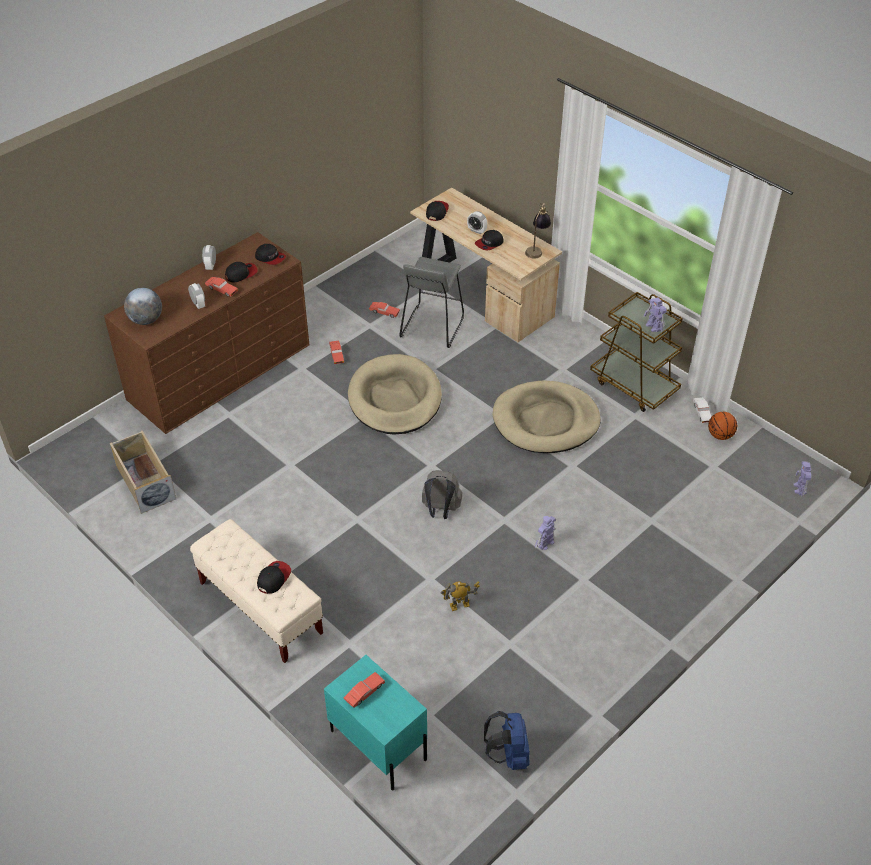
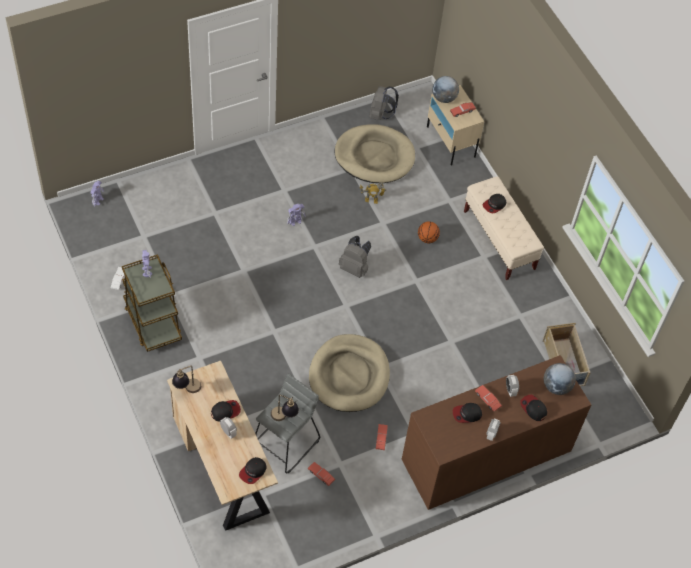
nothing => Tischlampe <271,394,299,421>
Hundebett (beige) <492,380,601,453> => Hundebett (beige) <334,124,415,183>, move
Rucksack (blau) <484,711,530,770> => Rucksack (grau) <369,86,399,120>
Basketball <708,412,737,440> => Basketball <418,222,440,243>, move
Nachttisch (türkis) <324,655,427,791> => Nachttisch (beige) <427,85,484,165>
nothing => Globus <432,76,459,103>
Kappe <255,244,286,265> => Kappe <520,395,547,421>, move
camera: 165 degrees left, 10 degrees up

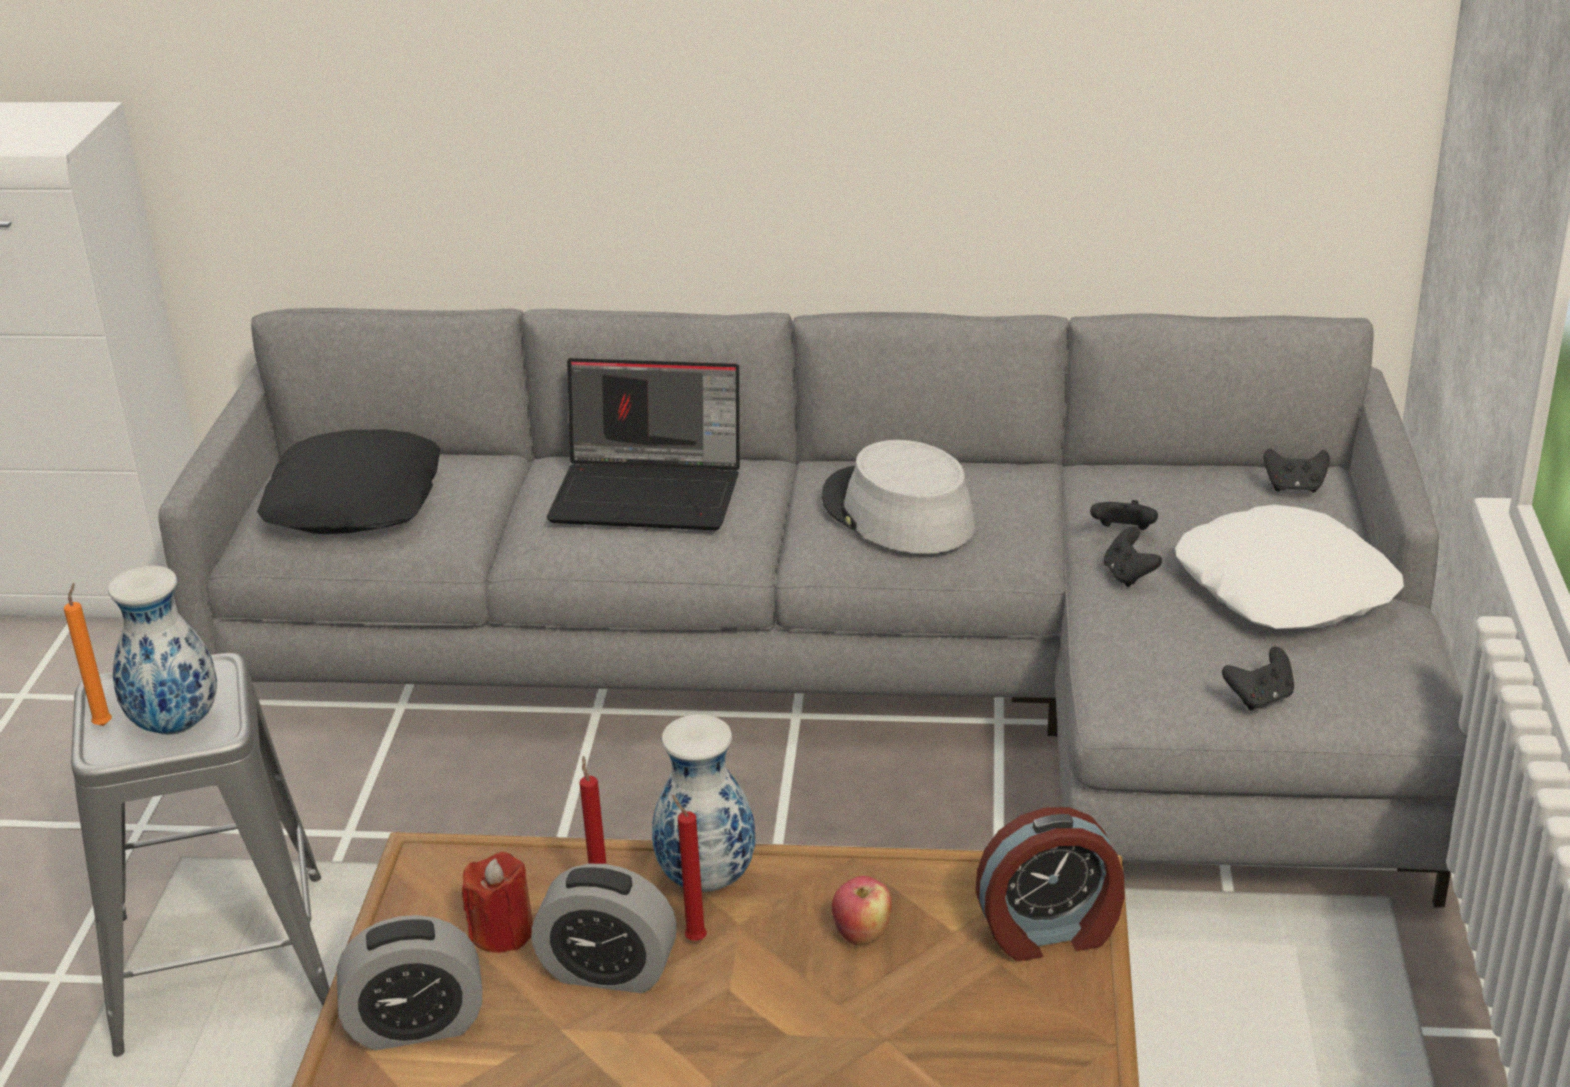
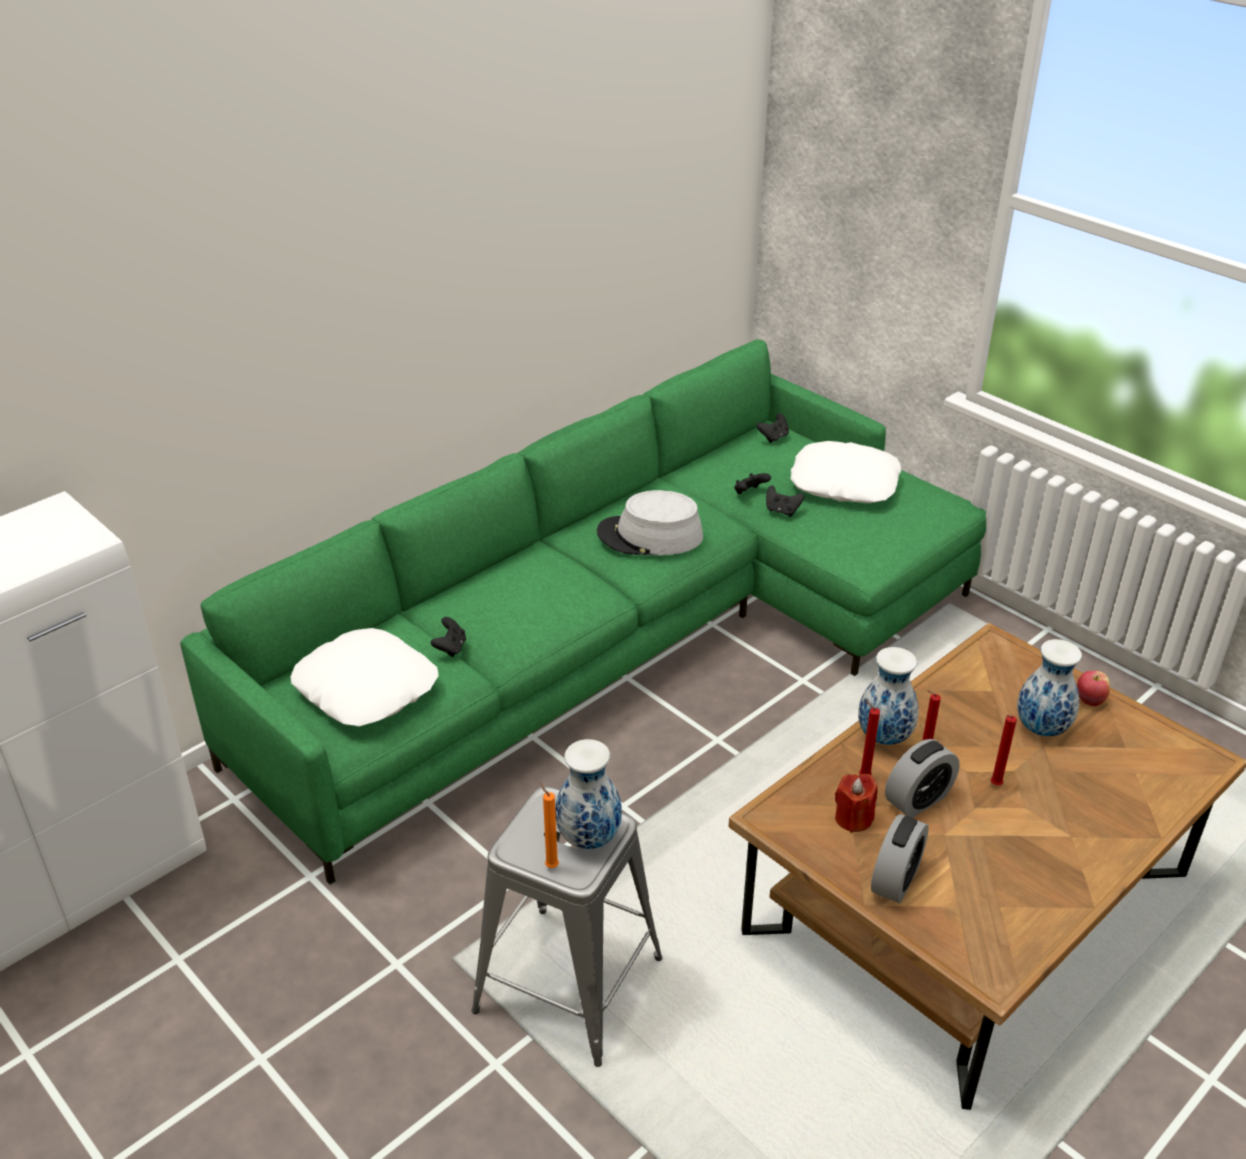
Sofa (grau) <158,308,1467,908> => Sofa (grün) <180,339,986,885>
Kissen (schwarz) <257,429,441,534> => Kissen (weiß) <290,628,438,726>
Gamepad (schwarz) <1222,647,1294,711> => Gamepad (schwarz) <431,617,466,657>, move
nothing => Kerze (rot) <991,715,1017,786>
nothing => Vase <1017,639,1082,736>
Apfel <832,876,892,945> => Apfel <1077,670,1110,706>, move
Laptop <546,358,740,530> => nothing
Wecker <976,807,1125,961> => nothing
camera: 50 degrees left, 5 degrees up

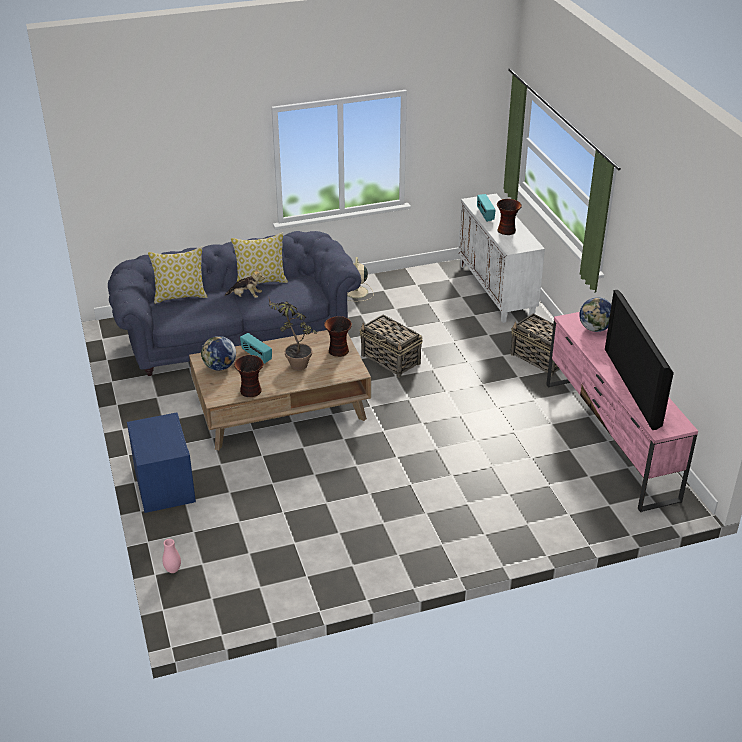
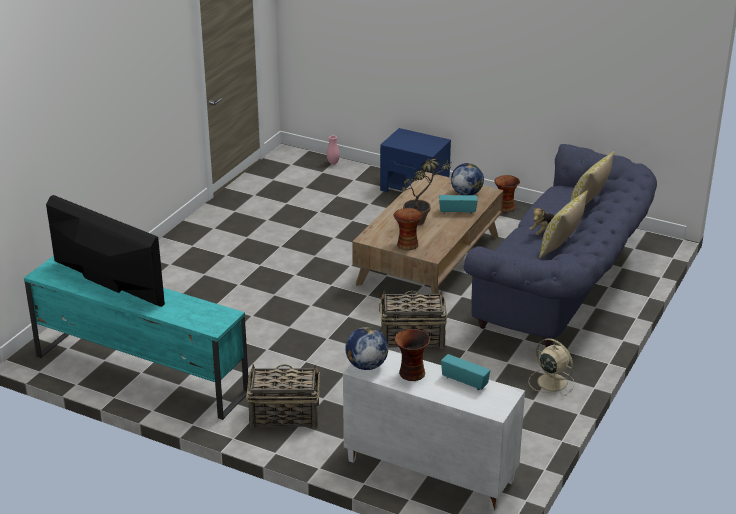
Fernsehschrank (rosa) <546,312,698,512> => Fernsehschrank (türkis) <24,256,248,420>
Globus <579,297,612,332> => Globus <345,327,388,370>, move
Vase <234,355,264,397> => Vase <495,175,520,212>, move
camera: 135 degrees right, 5 degrees down

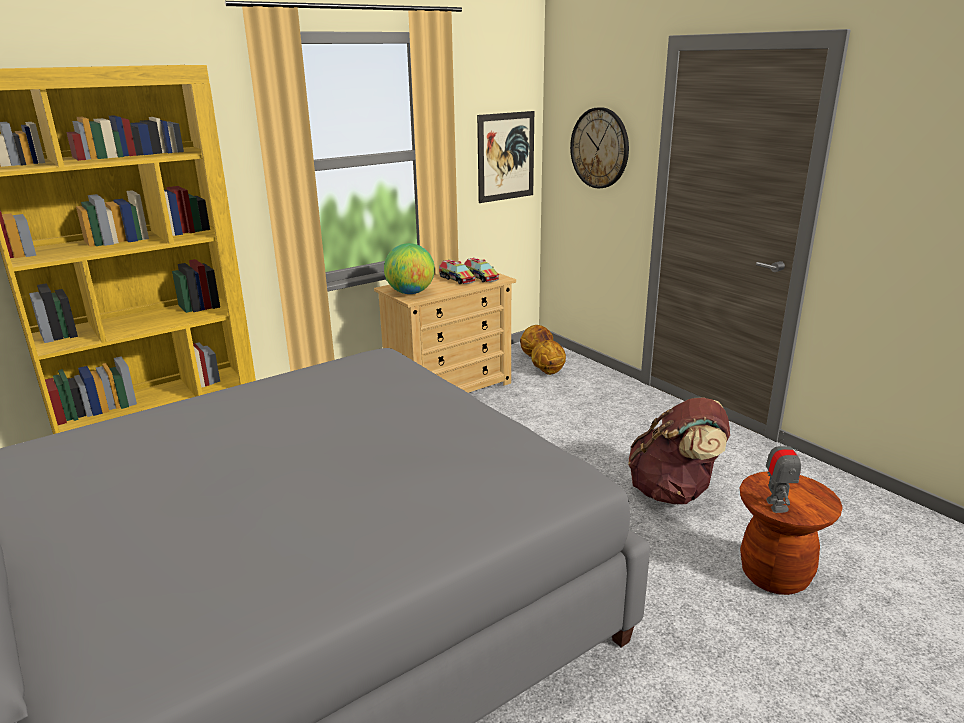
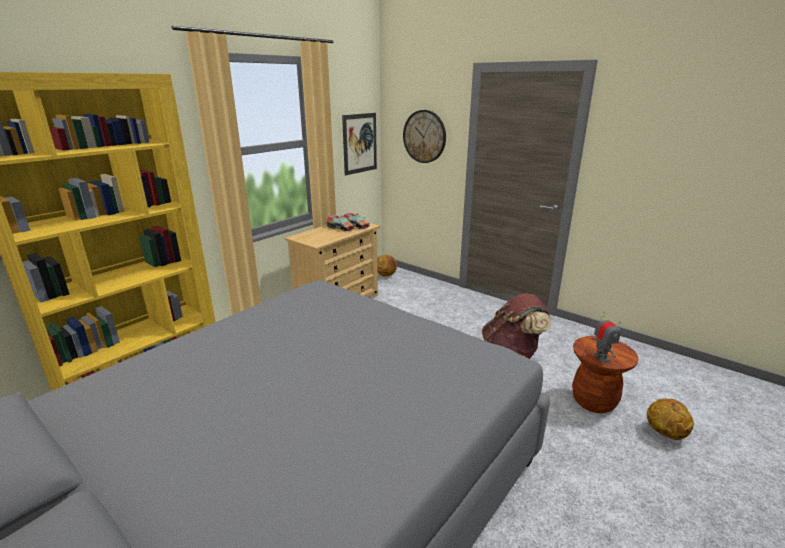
Basketball <531,340,566,375> => Basketball <647,399,694,440>, move
Globus <384,243,435,294> => nothing
camera: 15 degrees left, 0 degrees up

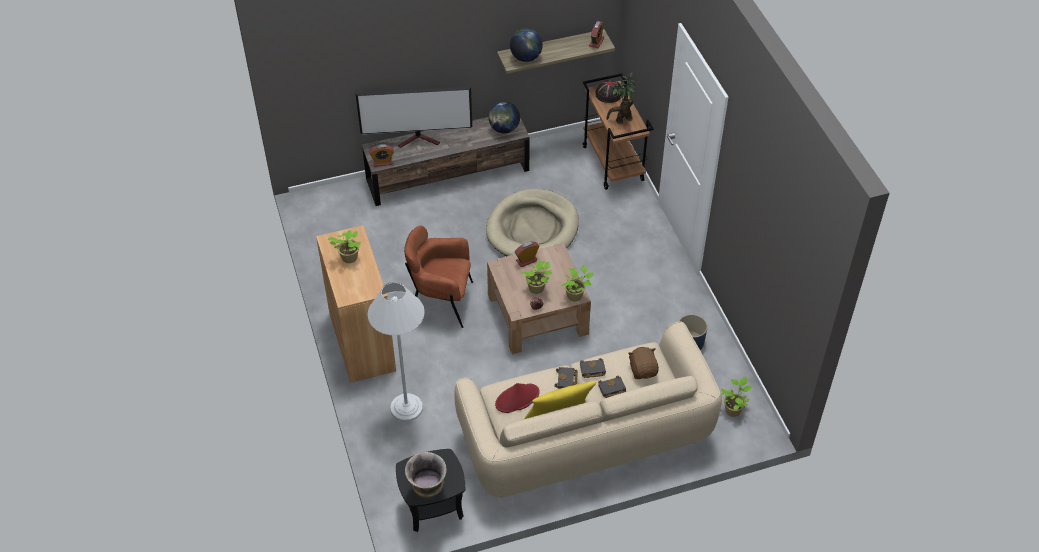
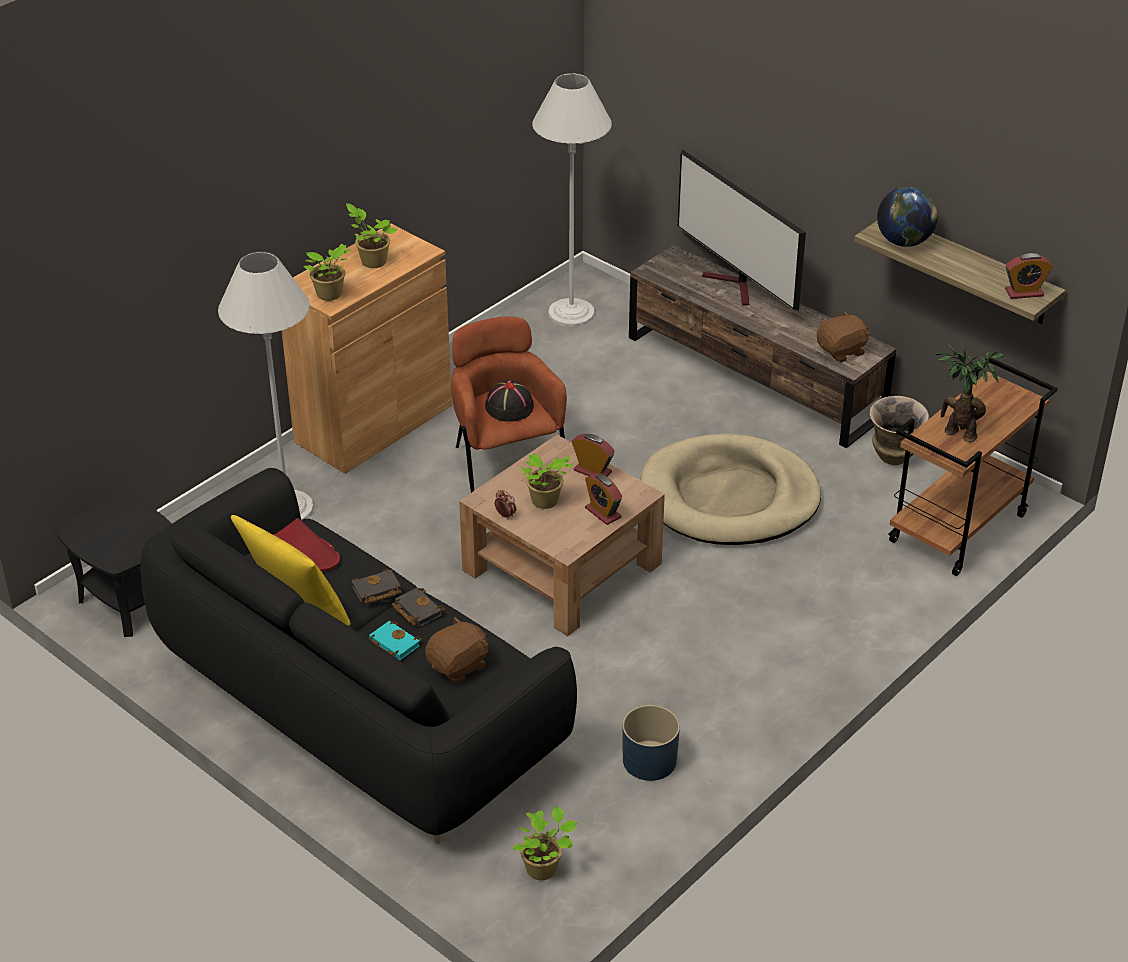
Sofa (beige) <454,321,722,498> => Sofa (schwarz) <140,468,577,844>
Topfpflanze <561,265,594,301> => Topfpflanze <303,244,351,301>, move
Buch (schwarz) <598,376,626,398> => Buch (türkis) <369,621,422,660>
Hut (schwarz) <595,80,620,103> => Hut (schwarz) <485,380,534,422>, move
nothing => Stehlampe (weiß) <532,73,612,327>
Wecker <369,144,394,167> => Wecker <585,473,622,525>, move
Globus <489,102,520,134> => Plüschtier (braun) <817,311,869,363>
Vase <405,452,446,498> => Vase <870,396,929,465>, move
camera: 60 degrees right, 10 degrees down

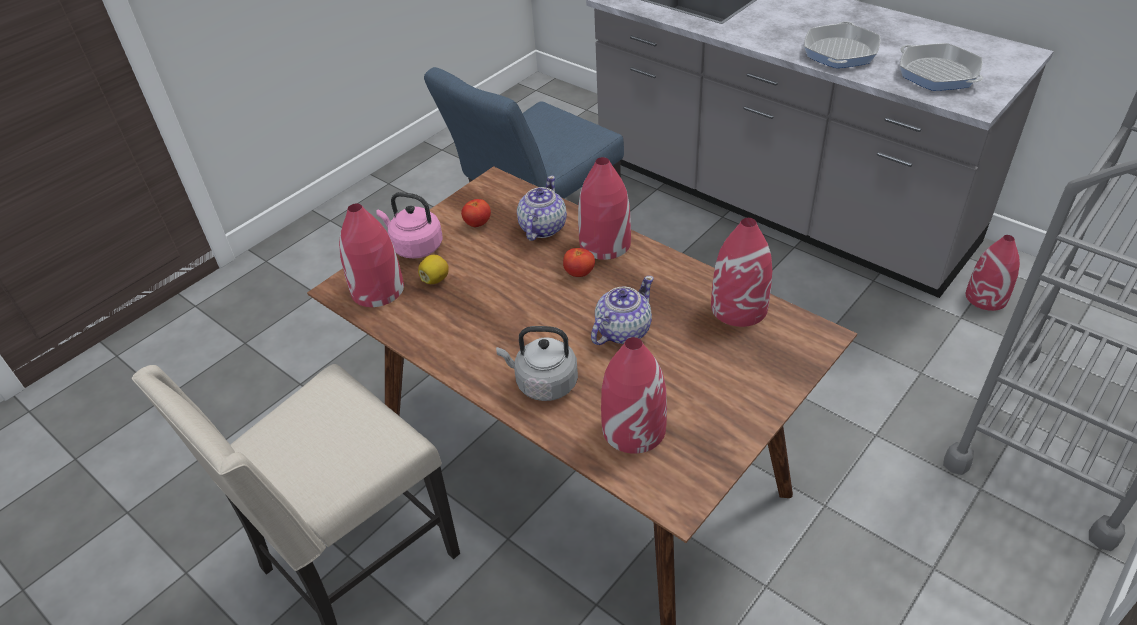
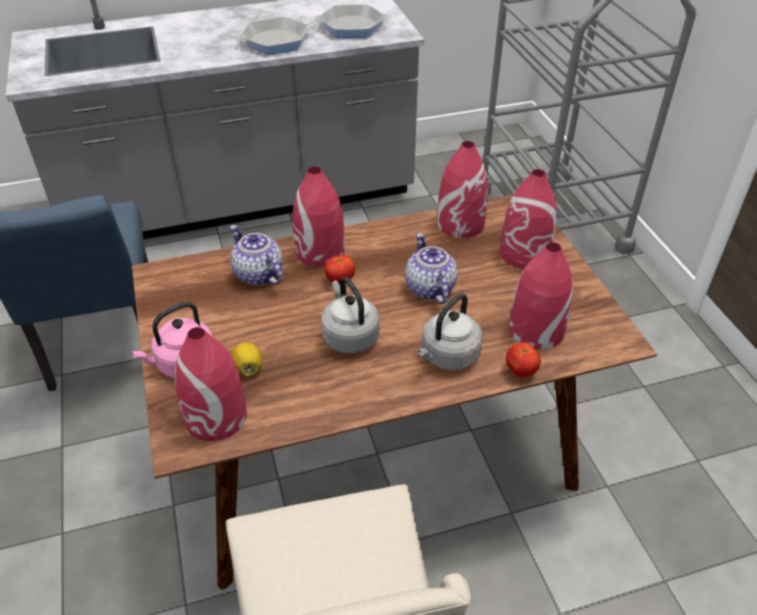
Pfanne <804,22,881,68> => Pfanne <237,17,312,54>, 105 degrees clockwise
nothing => Wasserkessel (grau) <321,277,380,353>
Vase (rot) <966,235,1020,311> => Vase (rot) <500,169,557,269>, move
Tomate <461,199,491,227> => Tomate <506,343,541,377>, move
camera: 60 degrees left, 0 degrees up

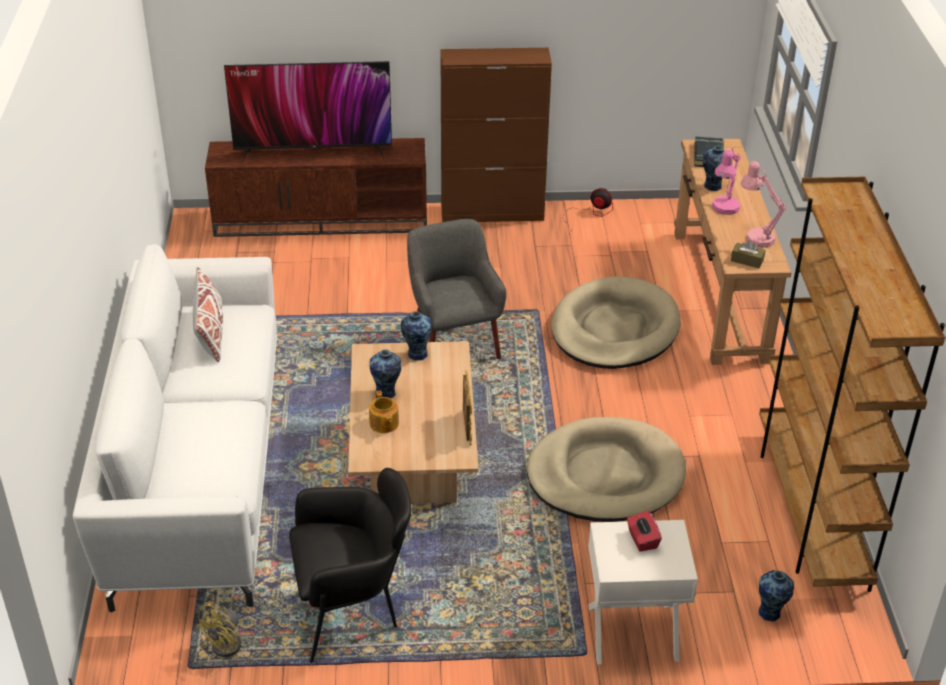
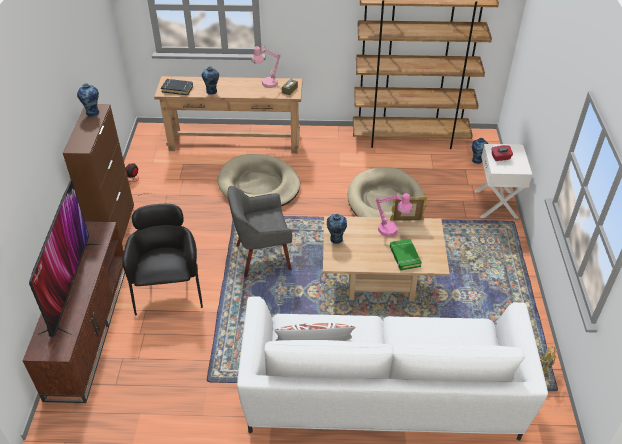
Vase <370,349,401,399> => Vase <77,83,99,117>, move
Sessel (schwarz) <289,468,411,663> => Sessel (schwarz) <122,204,203,315>, move
Tischlampe (rosa) <712,147,741,215> => Tischlampe (rosa) <375,193,413,236>, move
Teekanne <369,390,399,433> => Buch (grün) <390,239,422,270>
camera: 85 degrees left, 5 degrees up

